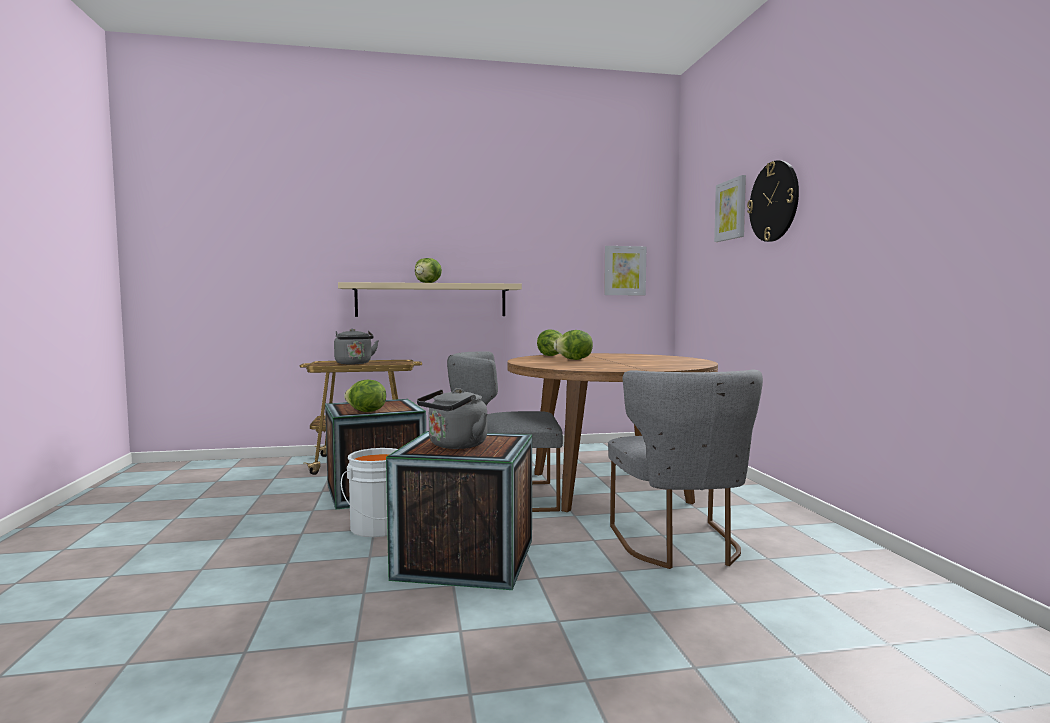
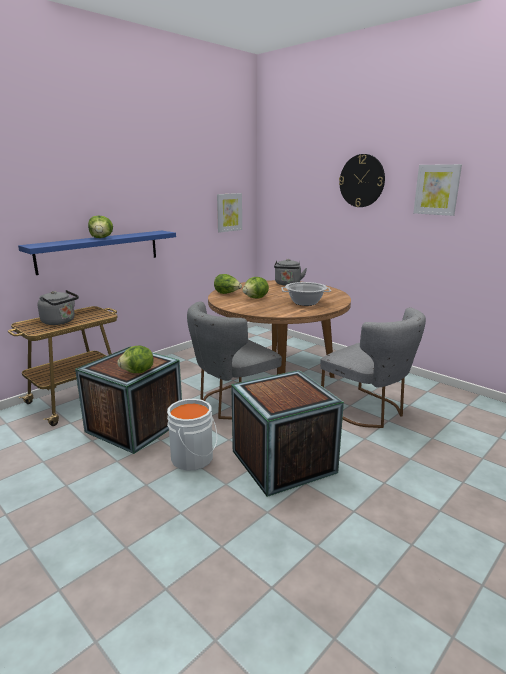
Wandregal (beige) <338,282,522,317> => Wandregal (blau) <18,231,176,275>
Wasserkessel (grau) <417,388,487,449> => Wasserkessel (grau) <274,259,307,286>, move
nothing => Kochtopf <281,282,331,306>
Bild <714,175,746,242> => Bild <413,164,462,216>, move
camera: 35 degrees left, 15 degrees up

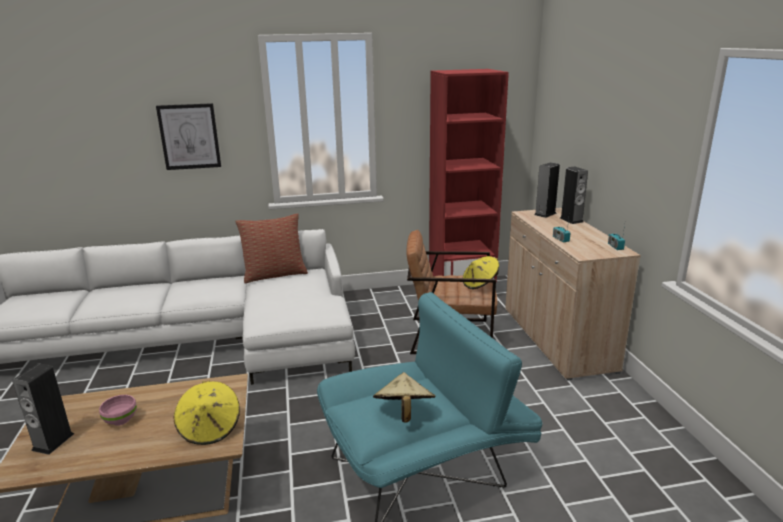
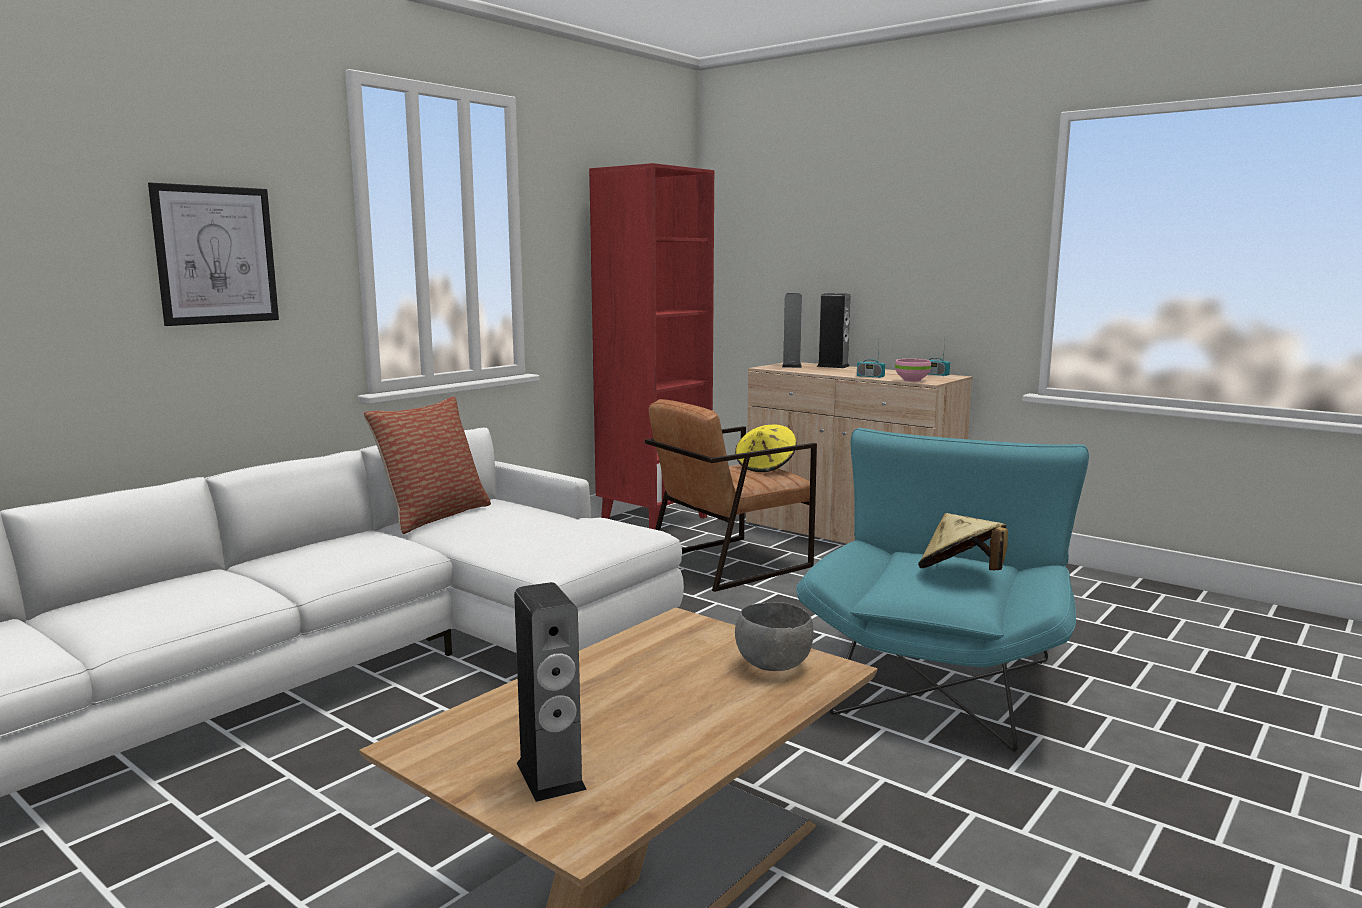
Hut (gelb) <173,381,240,445> => Schüssel (grau) <735,602,814,671>
Schüssel (rosa) <99,395,137,426> => Schüssel (rosa) <895,359,931,382>, move
camera: 40 degrees left, 10 degrees down

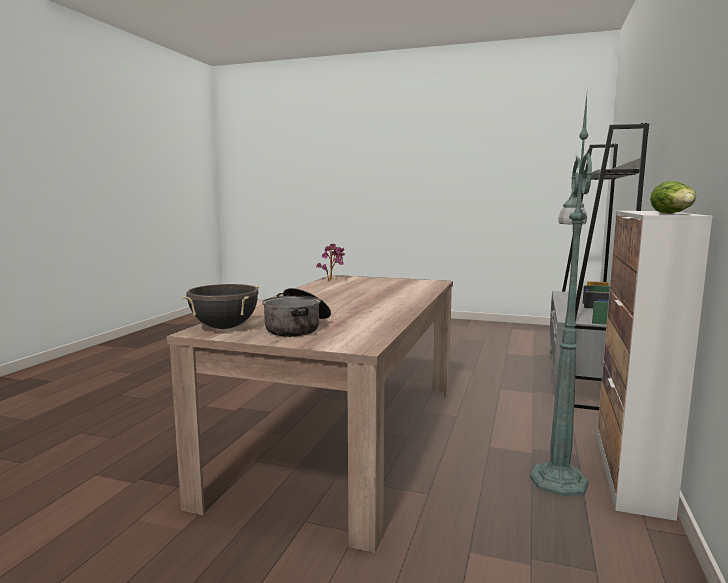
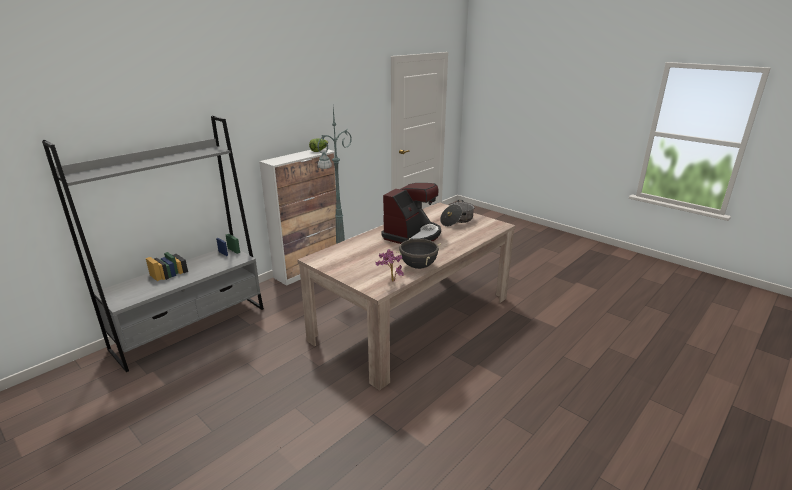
nothing => Kaffeemaschine <381,183,441,244>
Kochtopf (schwarz) <182,284,259,329> => Kochtopf (schwarz) <396,238,441,269>, move
camera: 155 degrees left, 15 degrees up

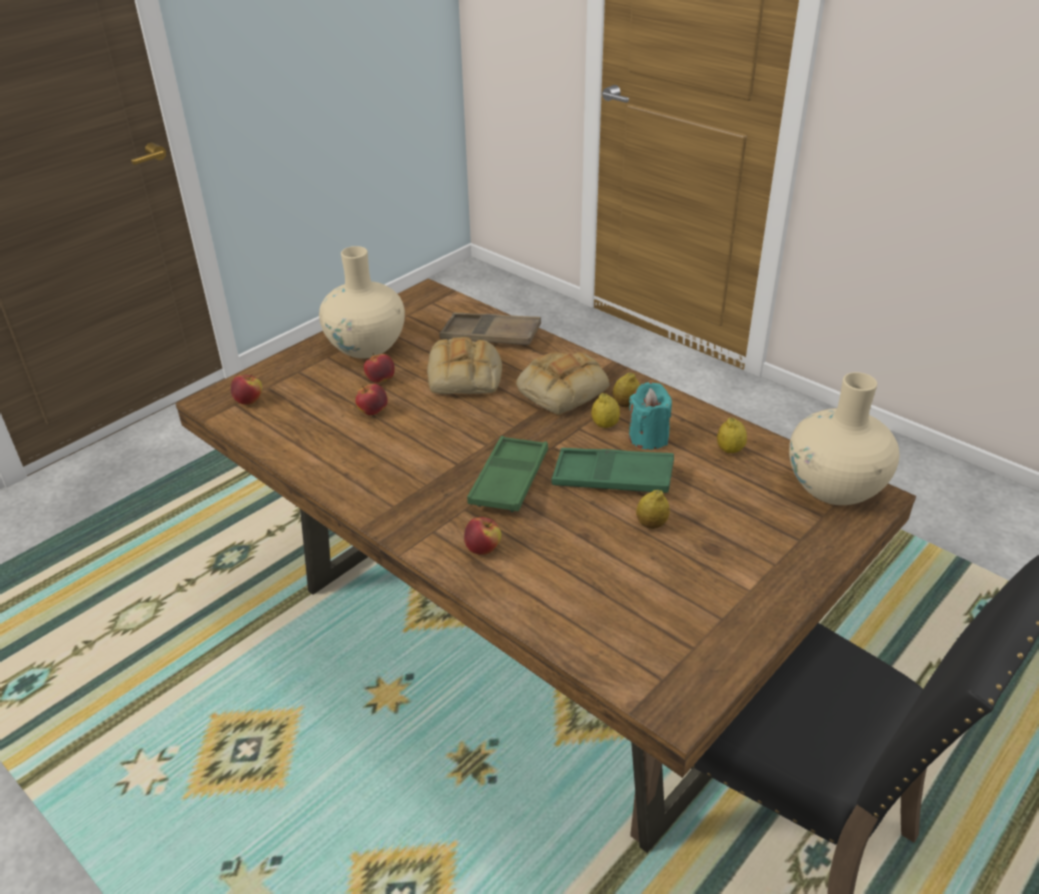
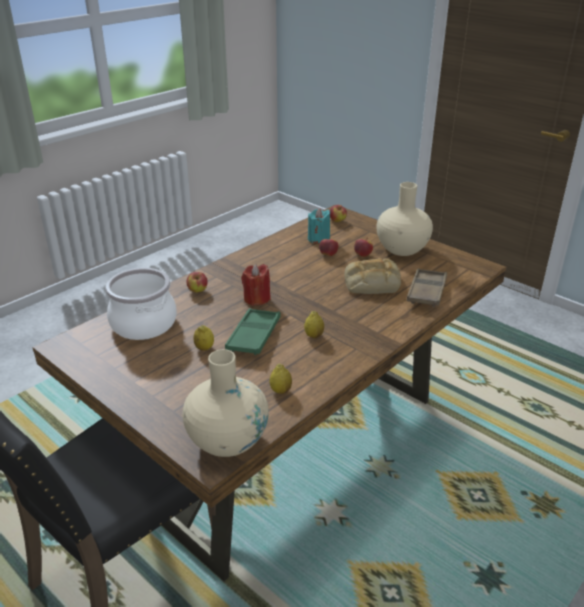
nothing => Kochtopf <105,268,177,340>
Tablett (grün) <467,436,548,512> => Kerze (rot) <241,264,271,306>
Kerze (türkis) <629,382,672,450> => Kerze (türkis) <308,208,330,244>, move
Brot <516,352,609,415> => nothing
Zitrone <613,372,640,407> => nothing
camera: 90 degrees right, 5 degrees down

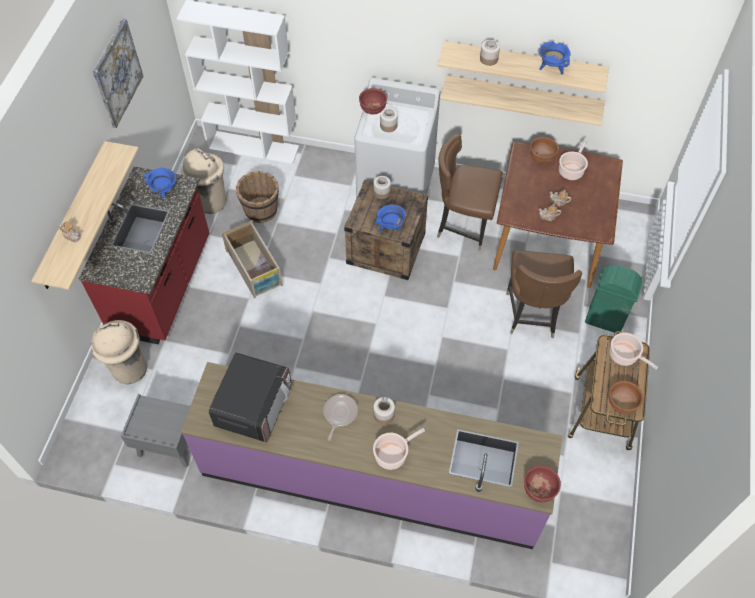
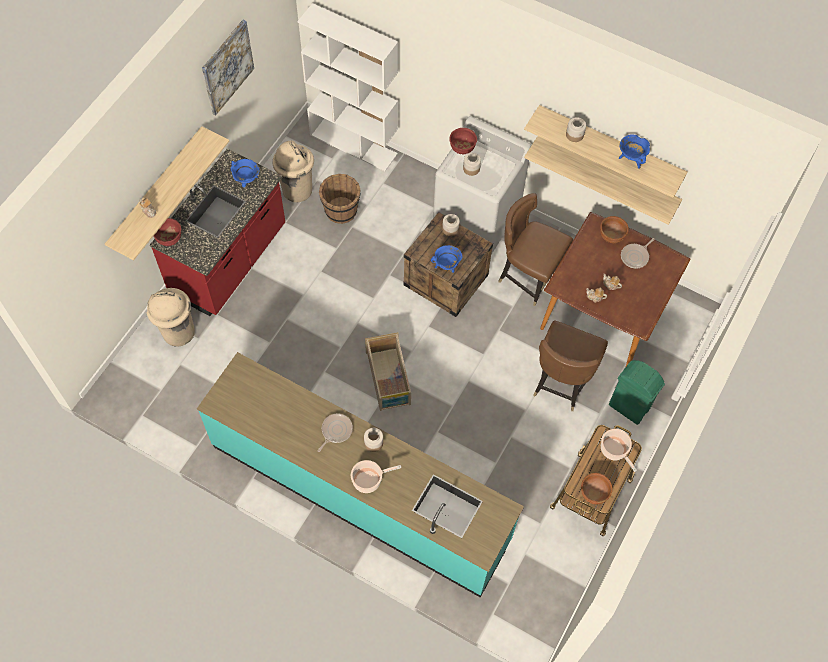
Schüssel (rot) <524,466,561,502> => Schüssel (rot) <153,218,181,246>, move
Küchenzeile (lila) <181,362,563,549> => Küchenzeile (türkis) <197,352,524,597>
Kiste <222,220,282,298> => Kiste <365,332,411,411>, move
Kochtopf <559,140,588,180> => Pfanne <621,238,655,269>
Nachttisch (grau) <121,394,191,467> => nothing
Mikrowelle <209,353,292,442> => nothing
camera: 15 degrees right, 5 degrees up

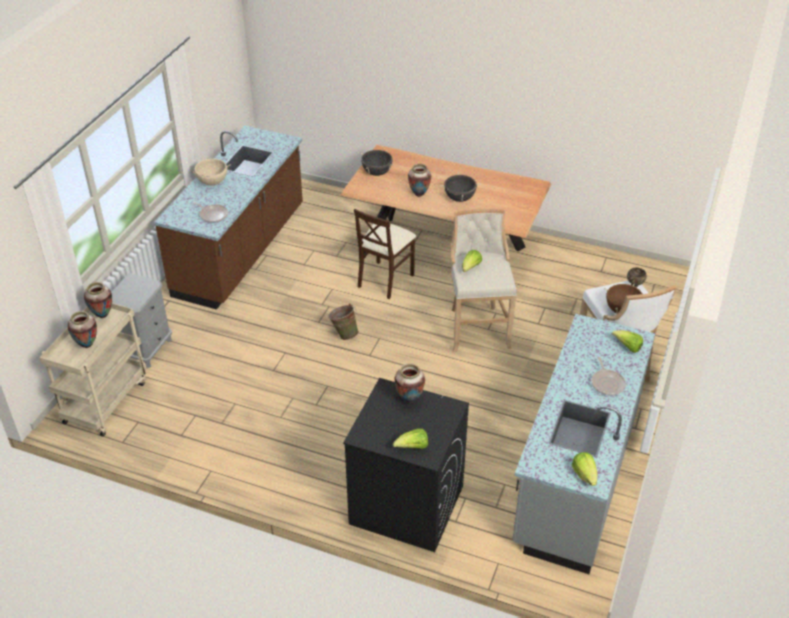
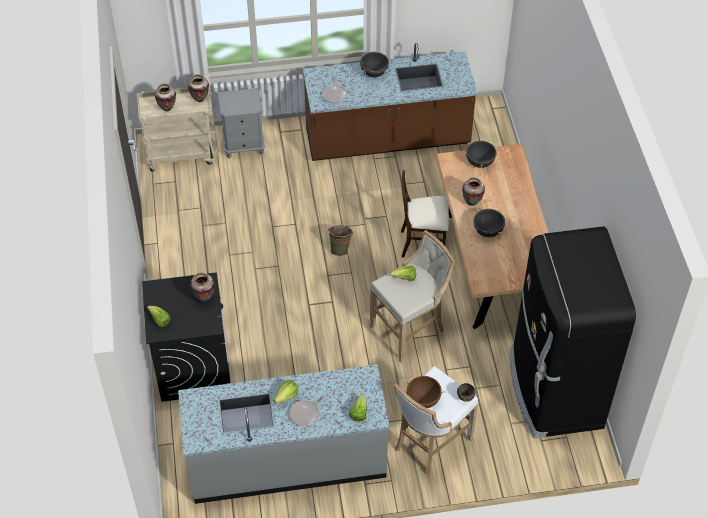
Salatkopf <572,452,597,486> => Salatkopf <273,380,298,404>, move
Kochtopf (beige) <191,157,231,186> => Kochtopf (schwarz) <360,52,389,77>
nothing => Kühlschrank (schwarz) <510,226,636,438>
camera: 60 degrees right, 10 degrees up

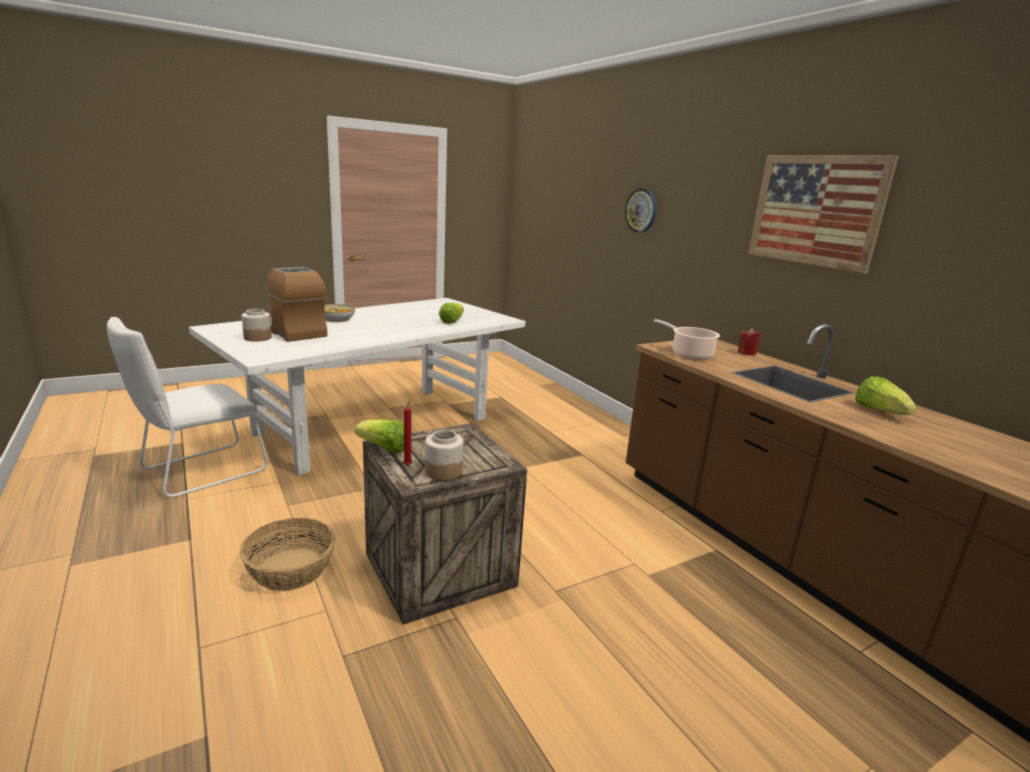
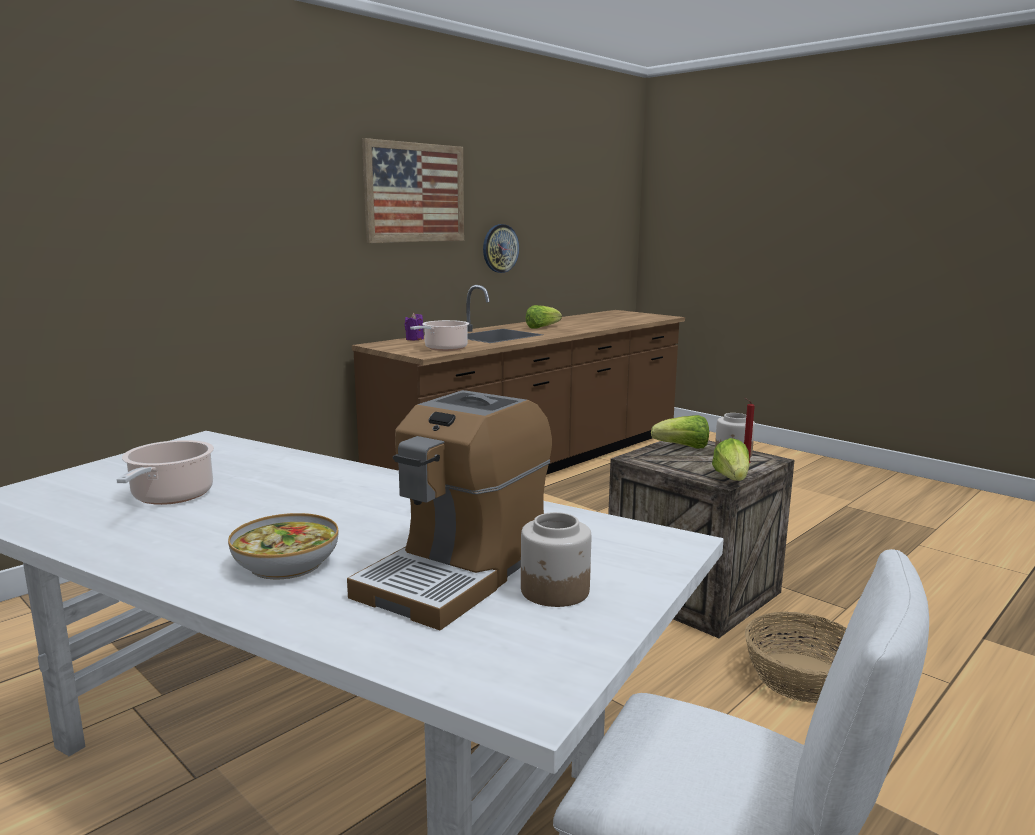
nothing => Kochtopf <117,440,214,505>
Kerze (rot) <738,328,761,356> => Kerze (lila) <404,313,424,340>
Wanduhr <625,188,656,233> => Wanduhr <483,224,519,273>, move
Salatkopf <439,303,464,324> => Salatkopf <651,415,709,449>, move
camera: 105 degrees left, 5 degrees down

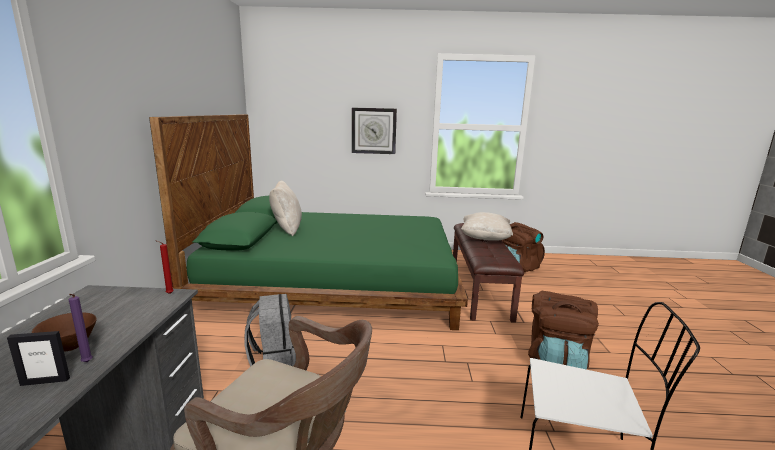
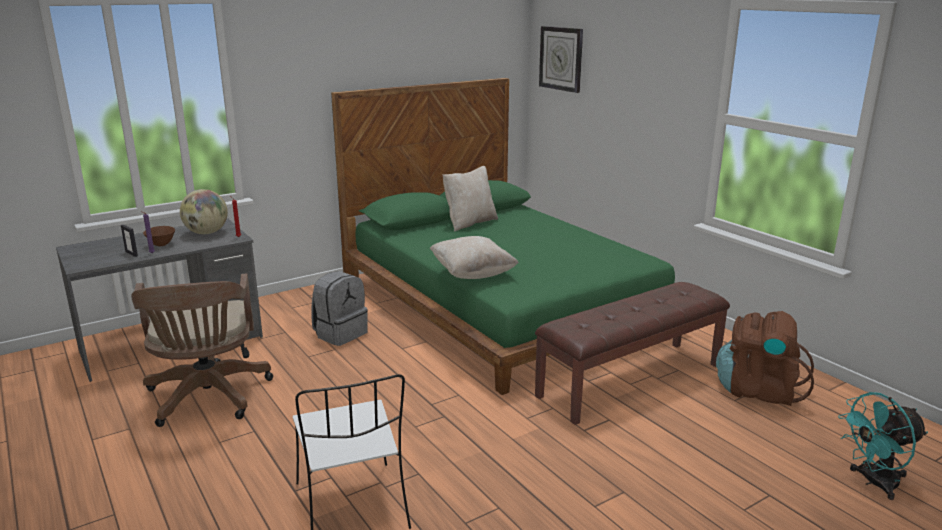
nothing => Globus <180,189,228,234>
Kissen (beige) <461,212,513,241> => Kissen (beige) <430,236,519,279>, move
Wanduhr <352,107,397,154> => Wanduhr <539,26,583,93>, move
nothing => Ventilator (türkis) <838,392,928,500>
Rucksack (braun) <528,291,599,370> => nothing
camera: 55 degrees right, 5 degrees up

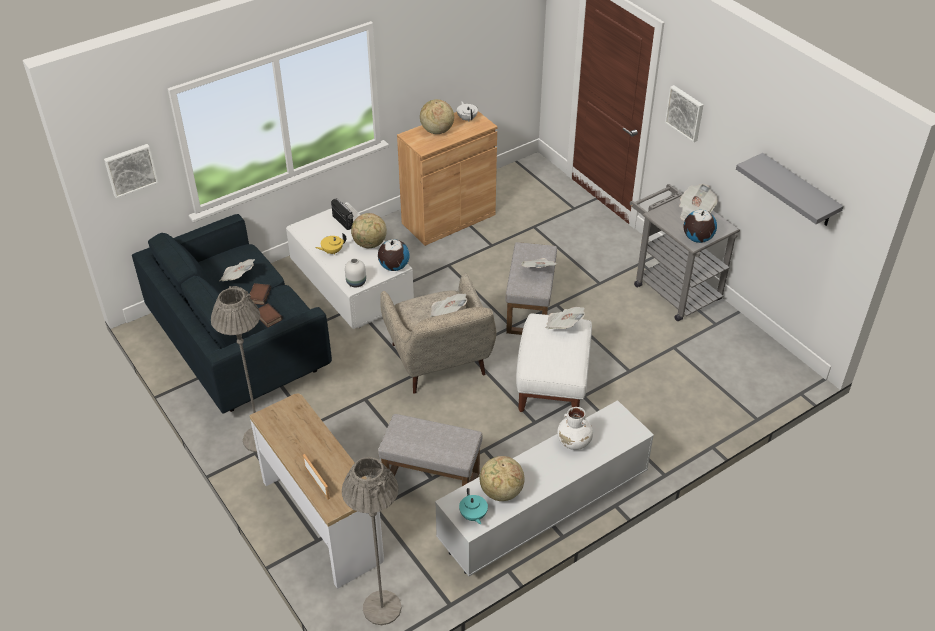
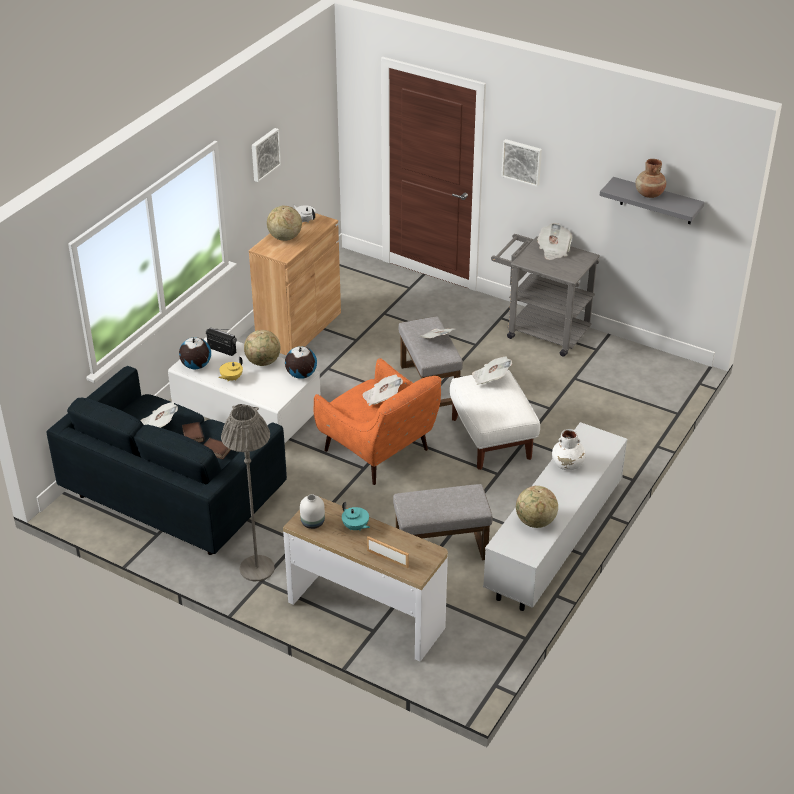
Globus <684,210,717,243> => Globus <179,337,211,369>, move
Bild <104,144,158,198> => Bild <252,128,281,182>, move
Vase (weiß) <345,258,366,287> => Vase (weiß) <300,494,325,529>, move
Sessel (beige) <380,273,497,394> => Sessel (orange) <314,358,441,485>
Teekanne (türkis) <459,488,488,524> => Teekanne (türkis) <342,502,370,531>, move
nothing => Vase (braun) <636,159,666,198>
Stehlampe (grau) <342,457,402,625> => nothing
camera: 25 degrees left, 5 degrees down

